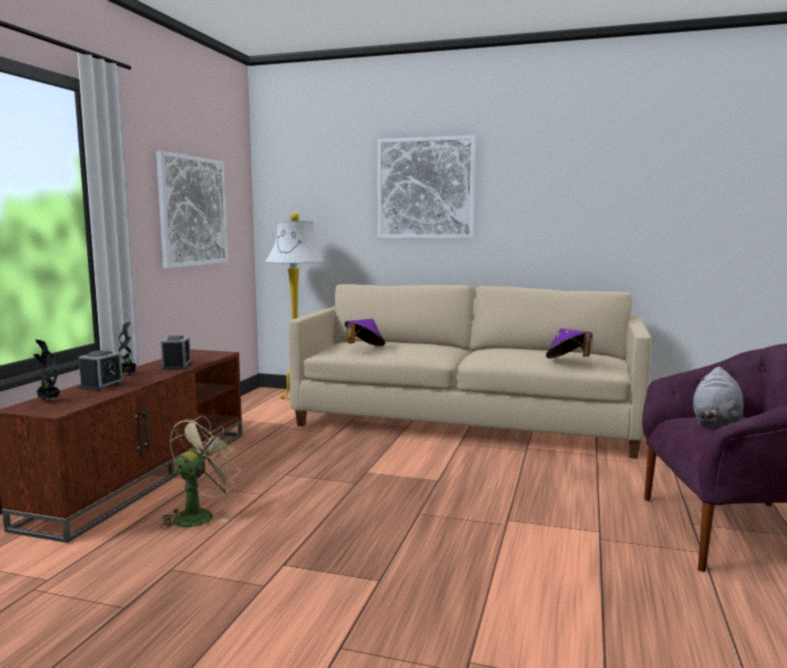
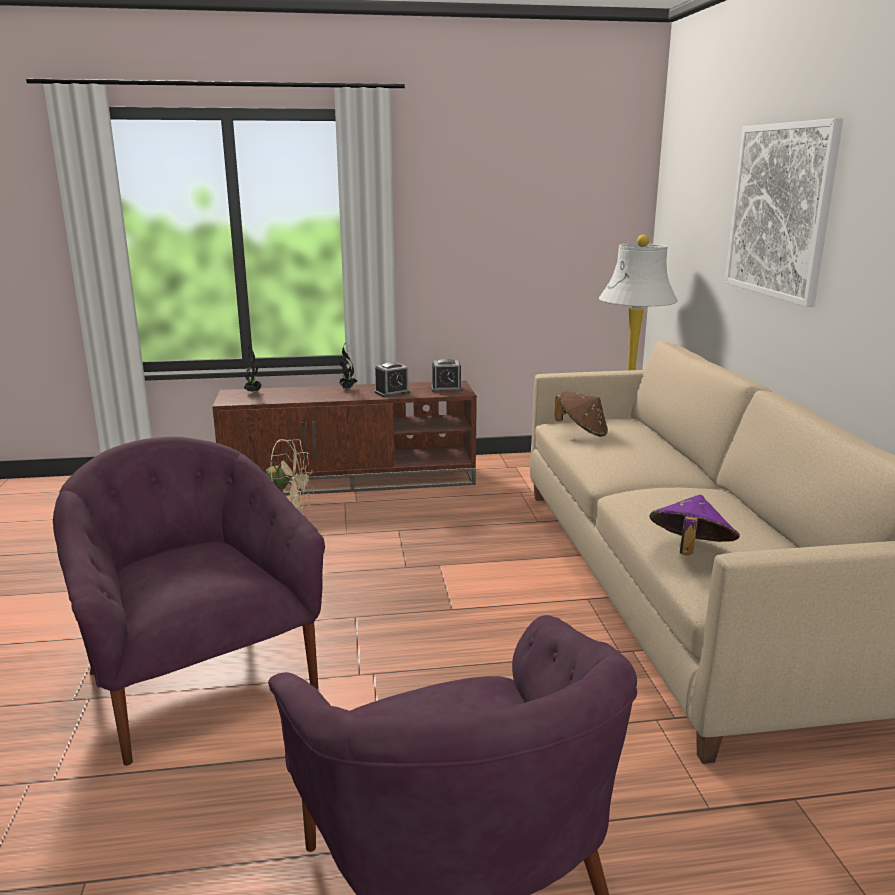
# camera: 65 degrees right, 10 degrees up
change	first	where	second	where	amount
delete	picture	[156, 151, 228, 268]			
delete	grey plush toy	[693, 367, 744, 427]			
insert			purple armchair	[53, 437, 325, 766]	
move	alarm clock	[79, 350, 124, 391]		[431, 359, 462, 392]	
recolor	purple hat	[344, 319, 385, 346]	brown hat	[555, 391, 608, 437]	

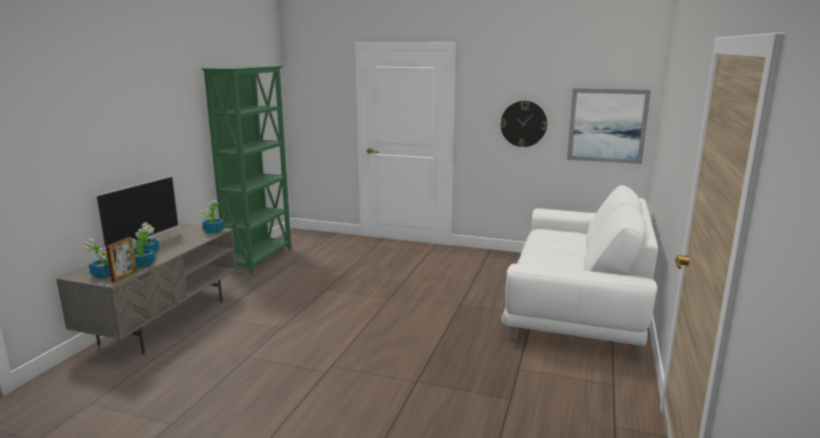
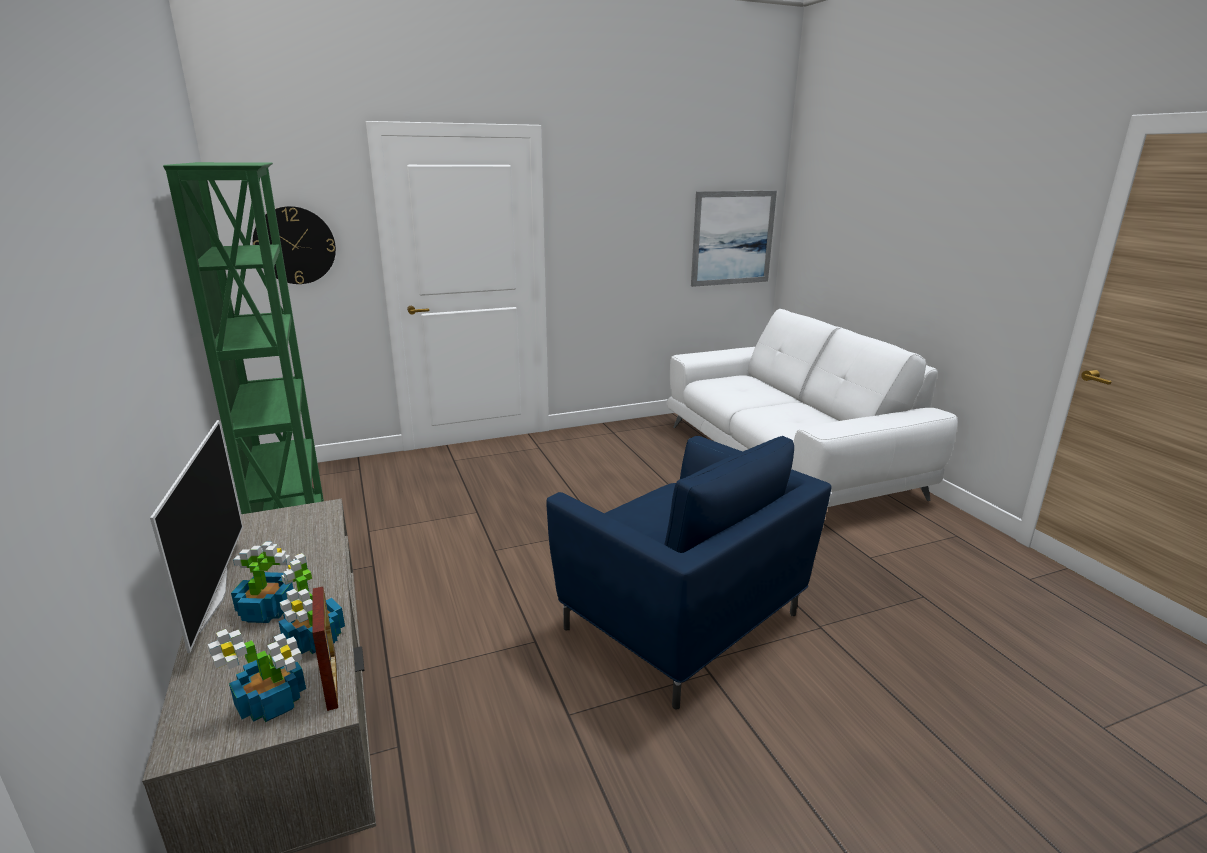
# camera: 40 degrees left, 5 degrees up
change	first	where	second	where	amount
delete	potted plant	[200, 200, 224, 234]			
insert			blue armchair	[546, 436, 831, 710]	
move	wall clock	[501, 101, 547, 147]		[253, 206, 336, 284]	

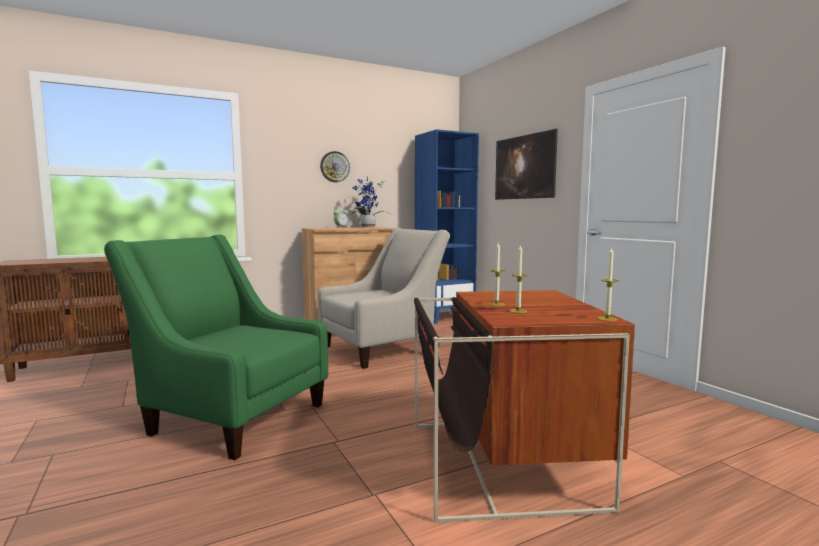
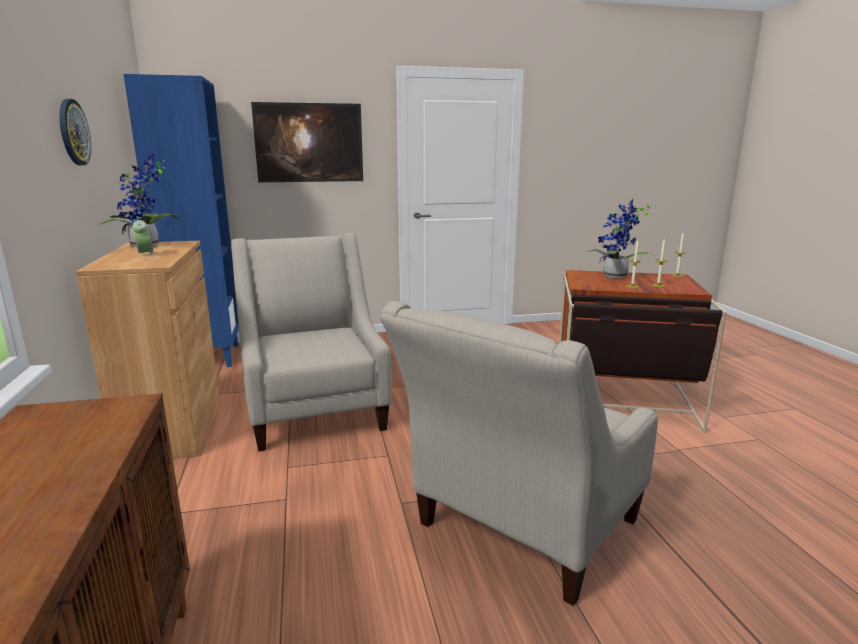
# camera: 75 degrees left, 10 degrees up
change	first	where	second	where	amount
insert			potted plant	[586, 199, 657, 278]	
recolor	green armchair	[104, 234, 328, 460]	beige armchair	[380, 301, 658, 606]	

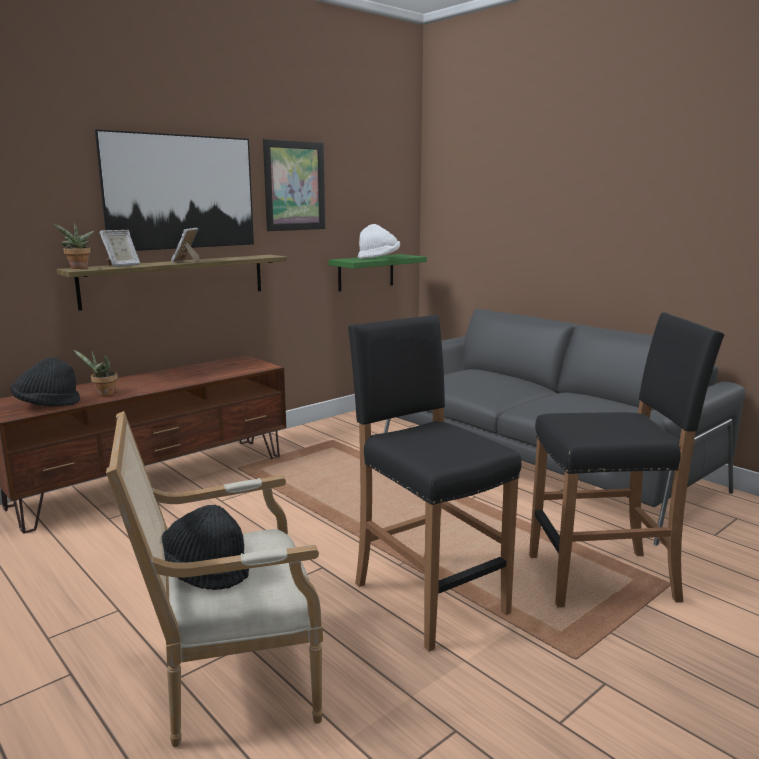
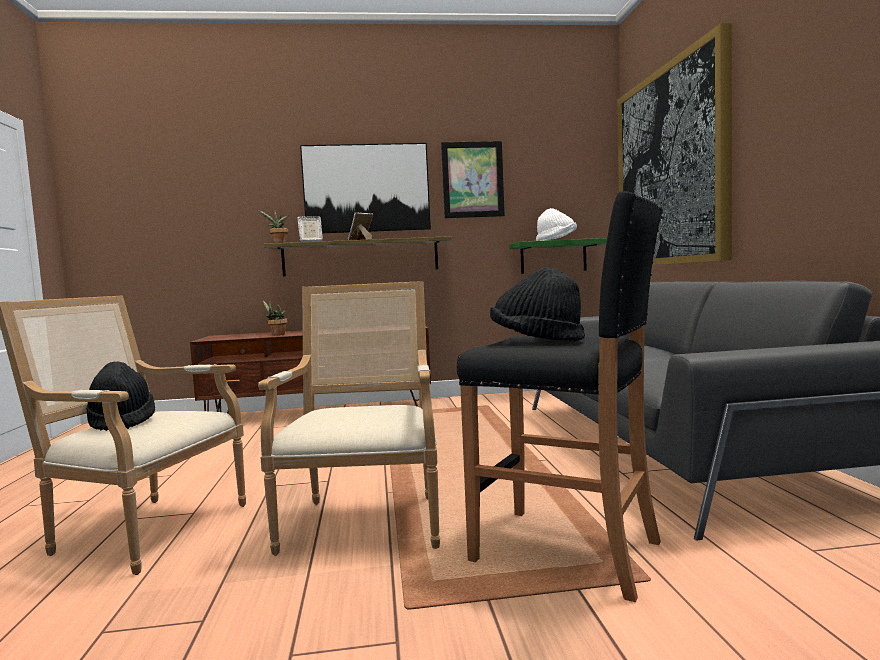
# camera: 35 degrees right, 10 degrees down
change	first	where	second	where	amount
insert			picture	[617, 23, 732, 265]	
move	black hat	[10, 357, 80, 406]		[490, 267, 585, 342]	
replace	black stool	[348, 315, 522, 651]	armchair	[258, 281, 440, 556]	

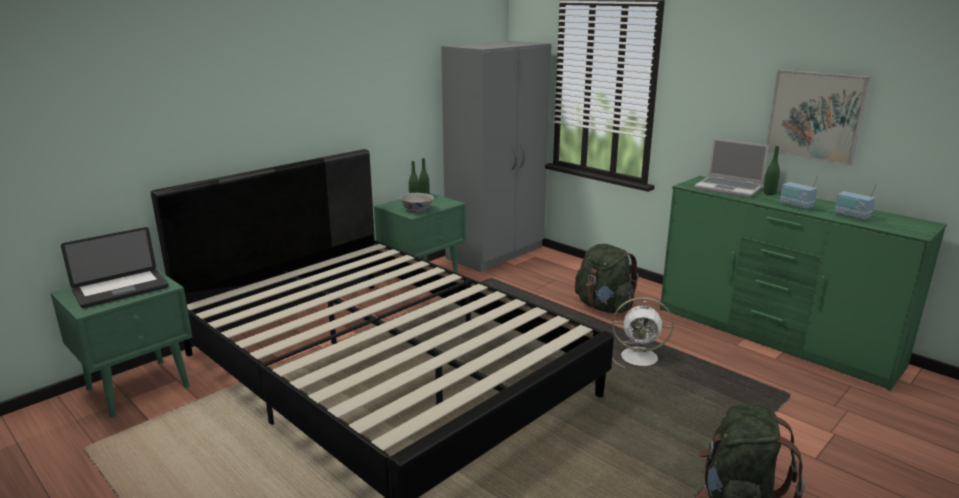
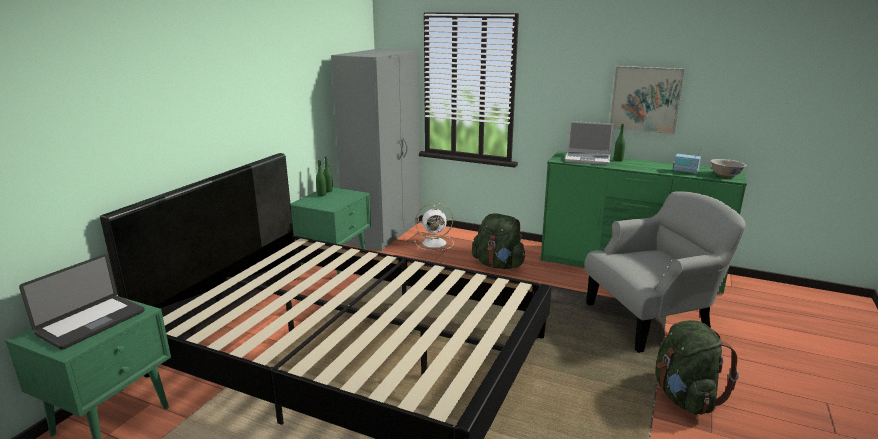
# camera: 20 degrees left, 0 degrees up
change	first	where	second	where	amount
delete	radio	[780, 175, 818, 210]			
insert			grey armchair	[584, 191, 745, 353]	
move	white bowl	[400, 193, 434, 213]		[710, 159, 747, 177]	
move	white fan	[612, 297, 673, 368]		[414, 203, 453, 251]	

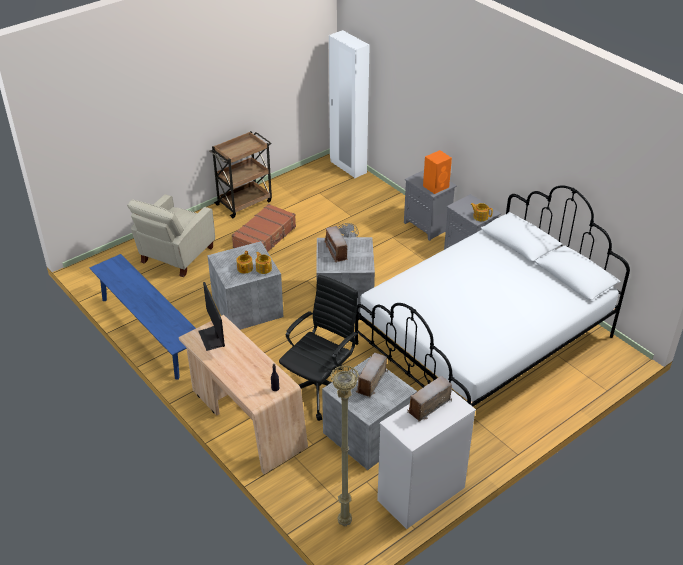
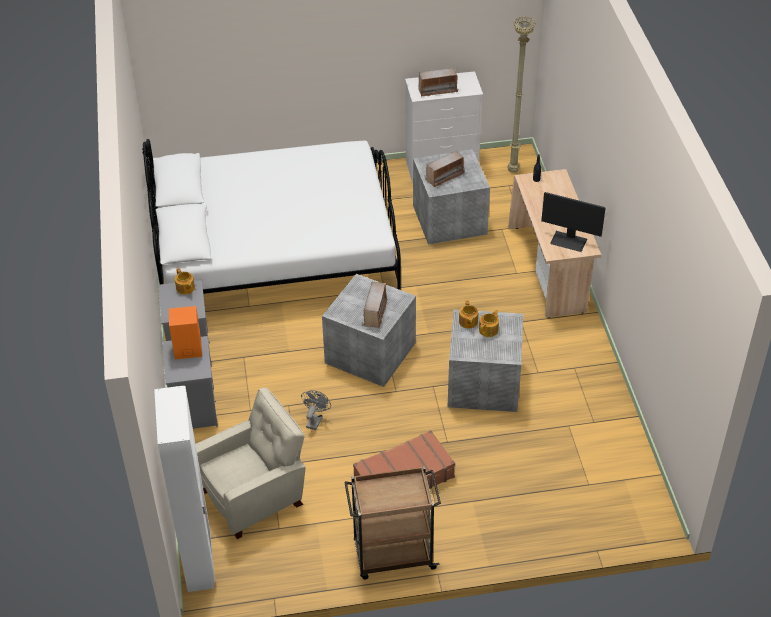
# camera: 150 degrees left, 5 degrees up
change	first	where	second	where	amount
delete	blue bench	[90, 254, 196, 380]			
delete	black office chair	[279, 275, 358, 421]			
move	beige armchair	[127, 194, 215, 277]		[196, 387, 306, 539]	
rotate	monitor	[198, 282, 225, 351]		[541, 192, 606, 252]	105 degrees clockwise

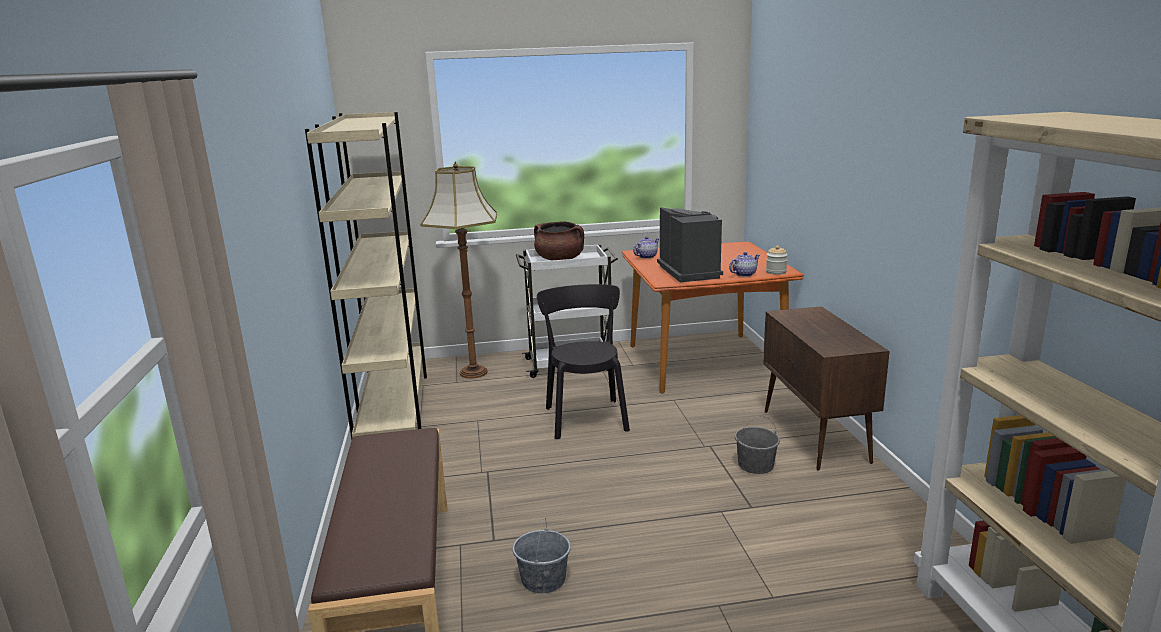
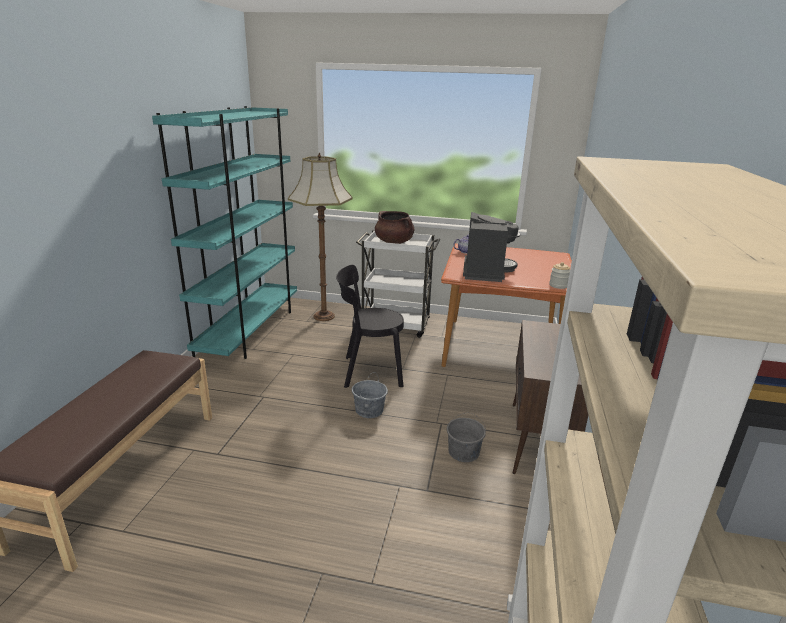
# camera: 20 degrees right, 5 degrees up
change	first	where	second	where	amount
delete	teapot	[729, 252, 760, 277]			
move	grey bucket	[512, 517, 571, 593]		[352, 372, 388, 418]	
recolor	beige bookcase	[305, 112, 427, 440]	turquoise bookcase	[152, 106, 297, 359]	
rotate	black chair	[537, 284, 630, 439]		[336, 265, 404, 388]	105 degrees counterclockwise

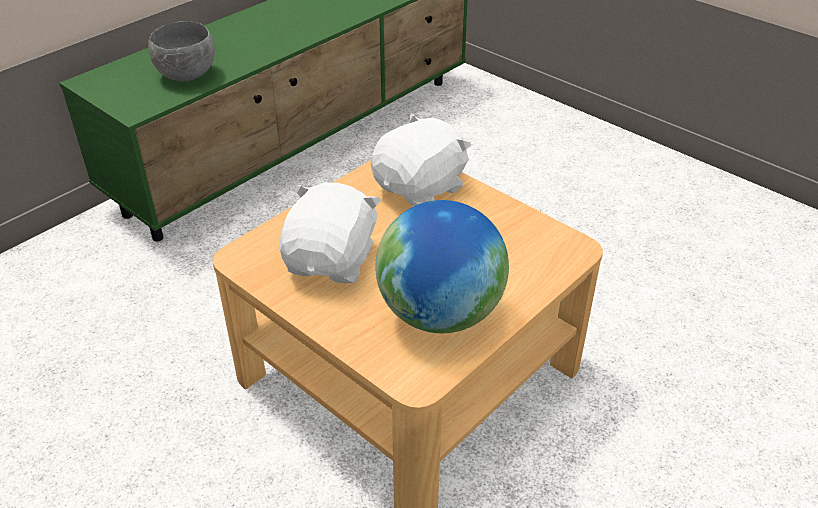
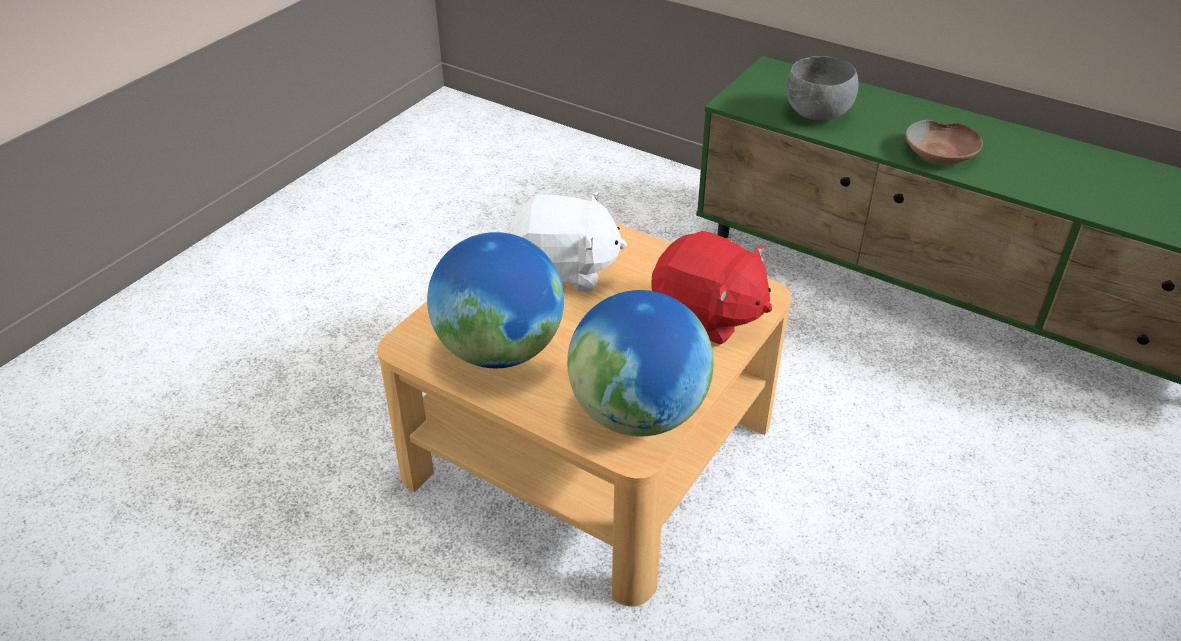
# camera: 80 degrees right, 0 degrees up
change	first	where	second	where	amount
insert			globe	[567, 290, 714, 436]	
insert			brown bowl	[906, 120, 983, 164]	
recolor	white plush toy	[371, 113, 471, 206]	red plush toy	[652, 231, 772, 345]	

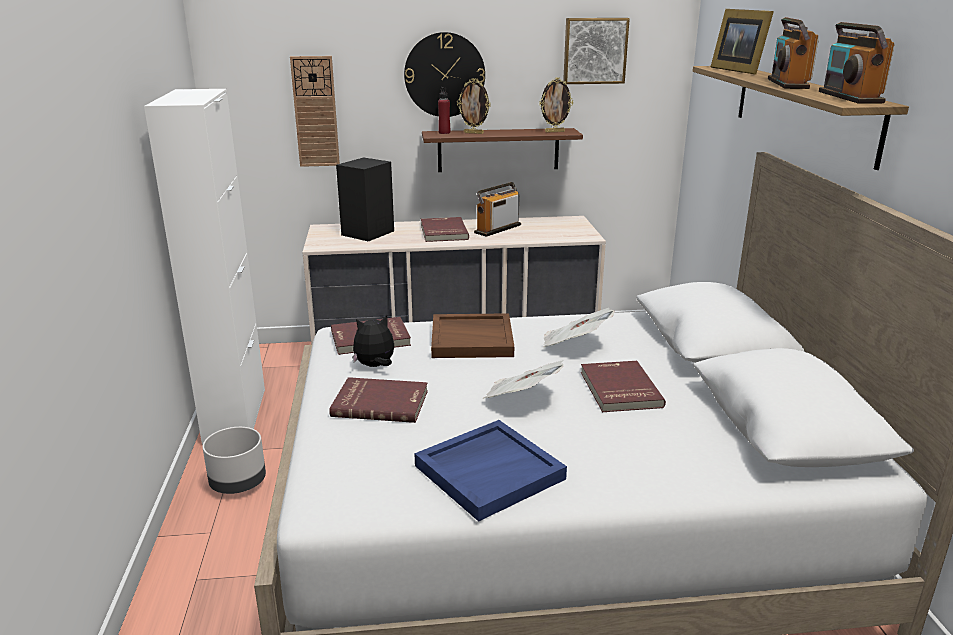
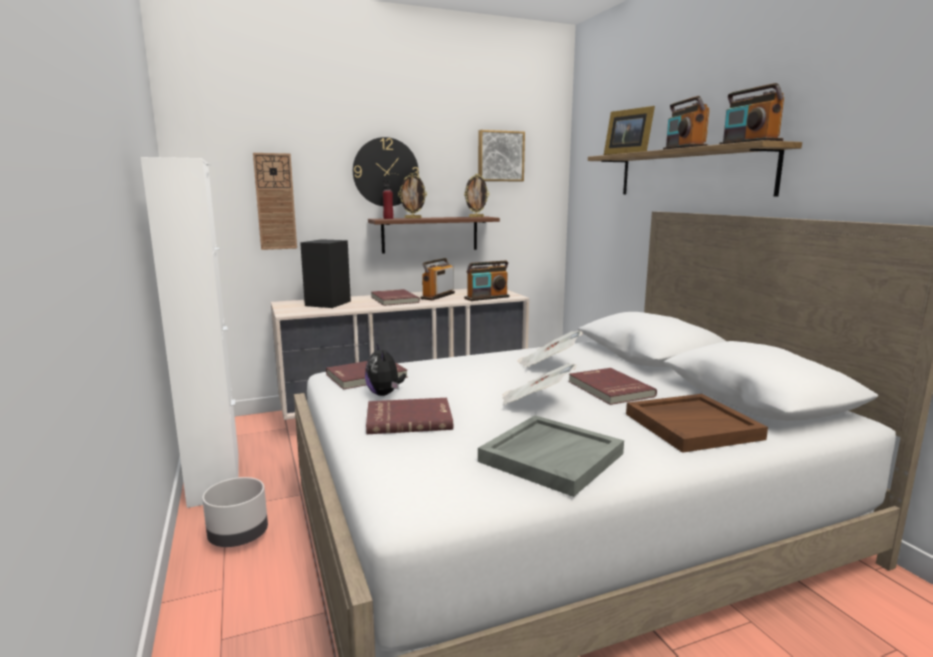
# camera: 15 degrees left, 10 degrees down
change	first	where	second	where	amount
insert			radio	[464, 260, 510, 301]	
move	brown tray	[431, 313, 514, 358]		[626, 394, 768, 453]	
recolor	blue tray	[414, 420, 567, 522]	grey tray	[478, 415, 624, 497]	
rotate	plush toy	[352, 315, 394, 367]		[365, 343, 406, 396]	75 degrees counterclockwise

